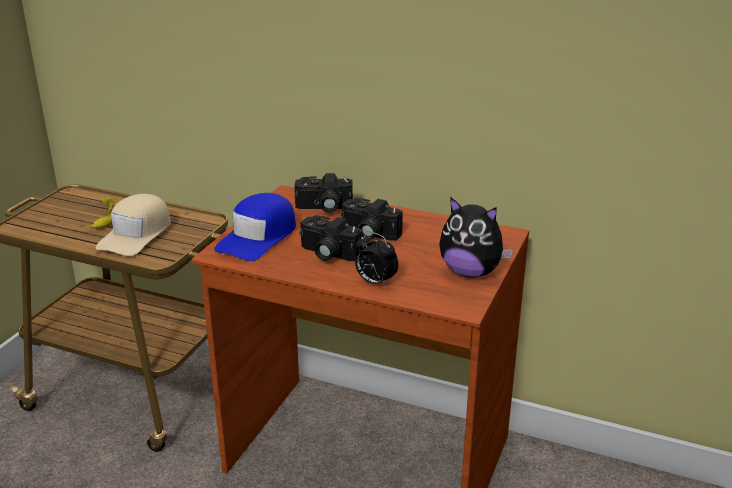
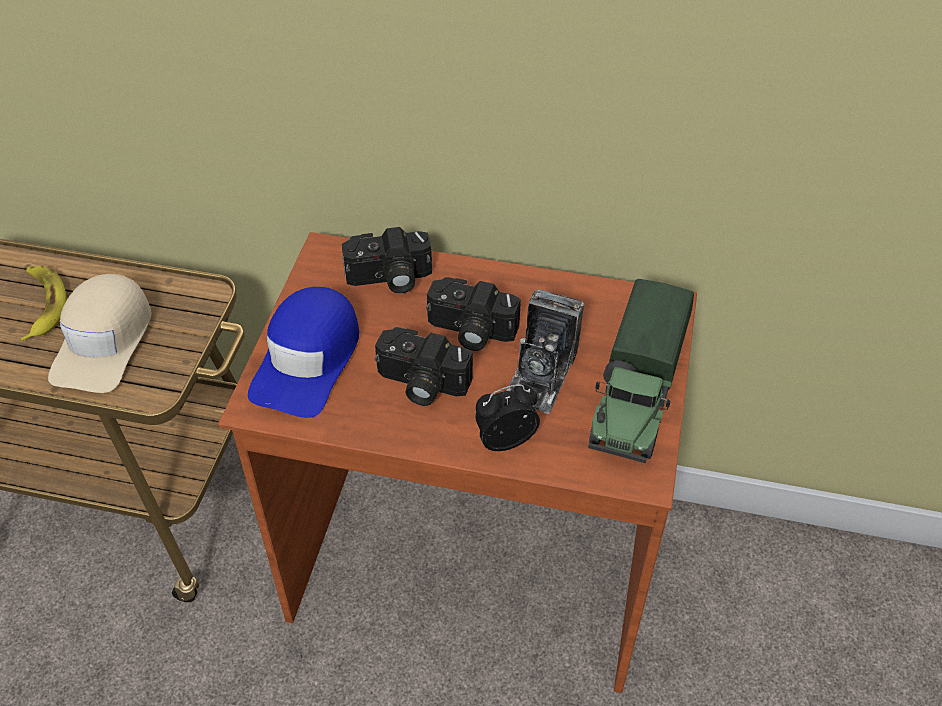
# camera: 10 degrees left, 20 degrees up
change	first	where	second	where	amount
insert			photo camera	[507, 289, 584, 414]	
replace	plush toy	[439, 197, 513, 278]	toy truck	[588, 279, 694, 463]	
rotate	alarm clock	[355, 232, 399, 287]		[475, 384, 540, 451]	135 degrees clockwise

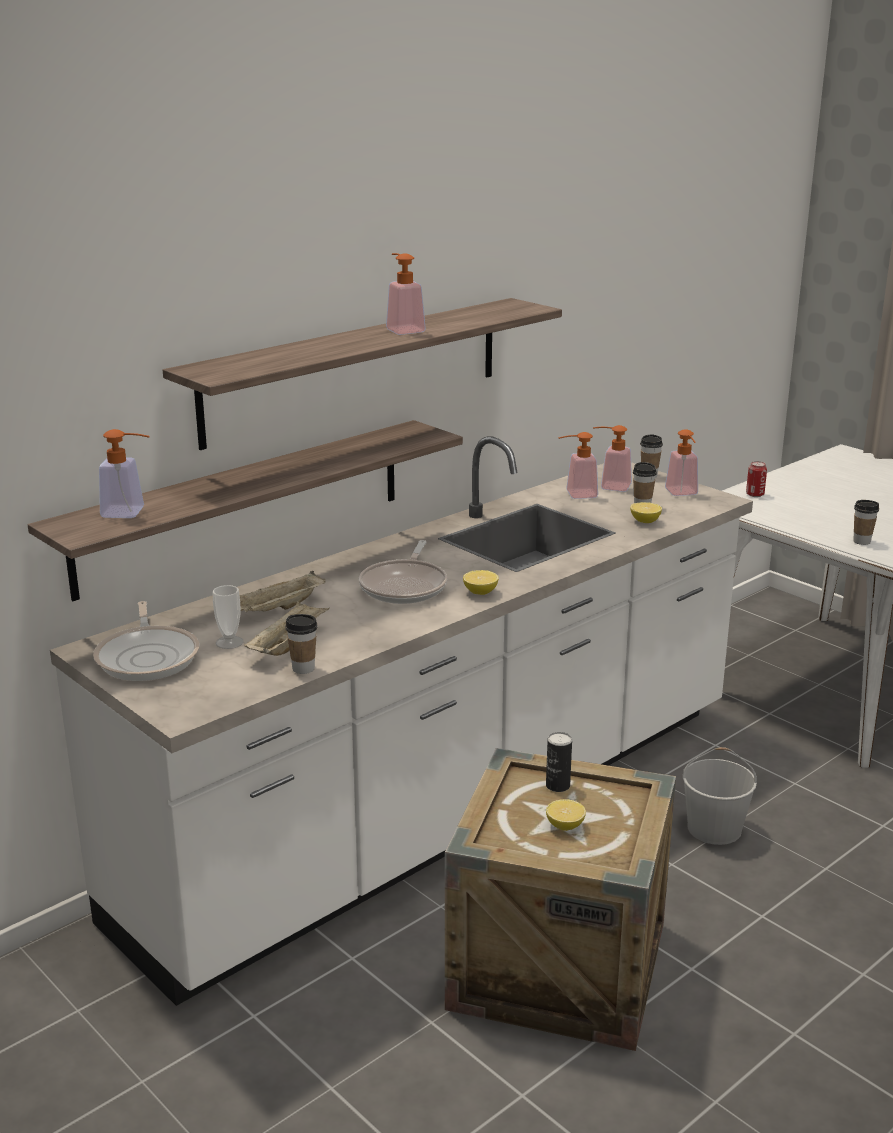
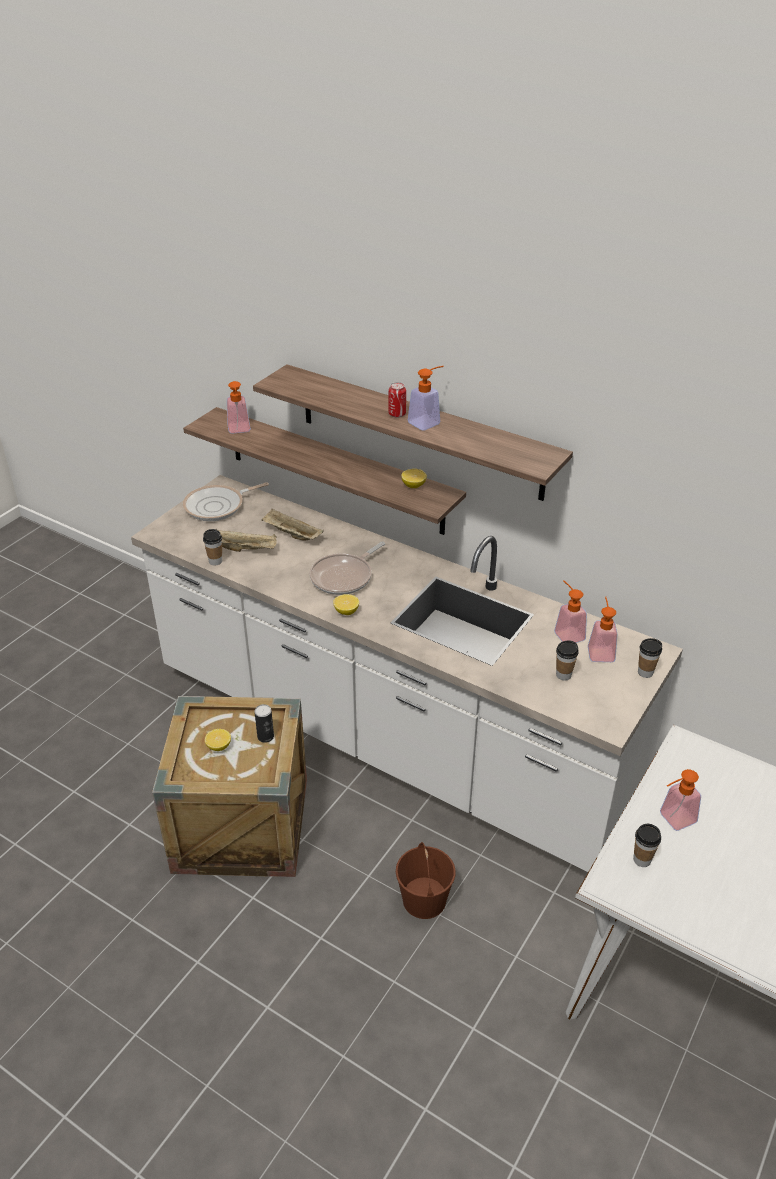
# camera: 75 degrees right, 15 degrees up
change	first	where	second	where	amount
delete	cup	[212, 585, 243, 649]			
move	lemon	[630, 502, 662, 523]		[401, 469, 427, 488]	
move	soap dispenser	[665, 429, 698, 496]		[660, 769, 701, 831]	
move	can	[746, 461, 767, 497]		[389, 382, 406, 417]	
recolor	white bucket	[683, 747, 757, 845]	brown bucket	[396, 842, 456, 919]	
rotate	frying pan	[359, 540, 447, 604]		[309, 542, 385, 595]	45 degrees counterclockwise

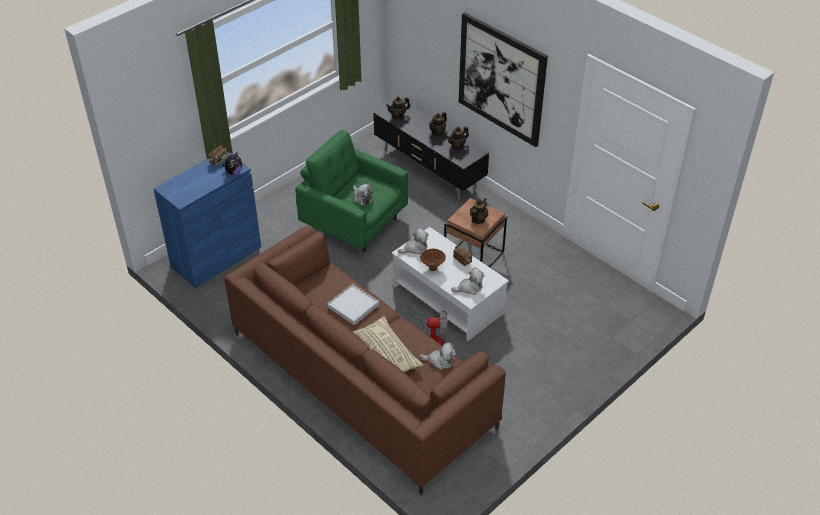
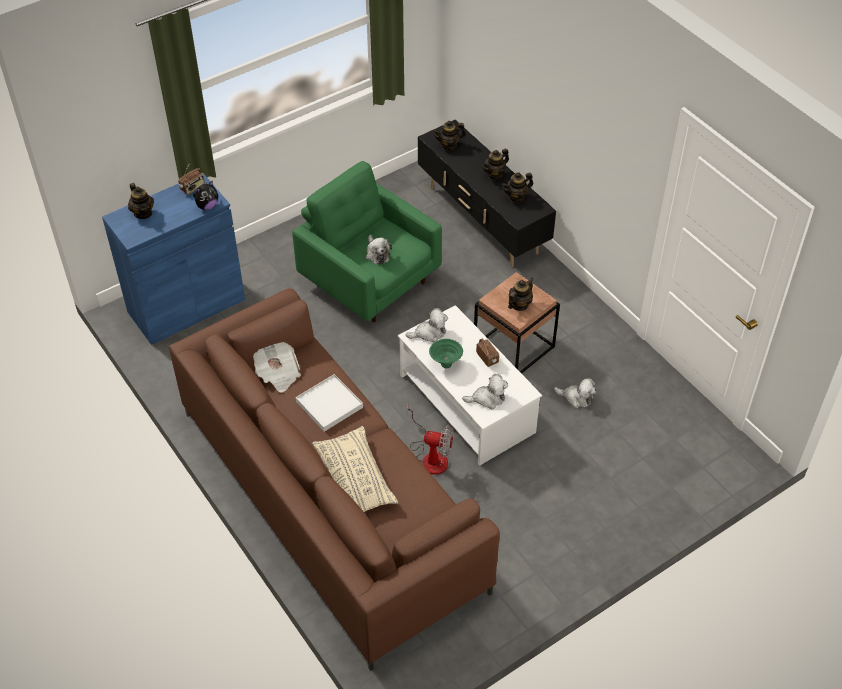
# camera: 10 degrees right, 5 degrees up
change	first	where	second	where	amount
delete	picture	[459, 12, 548, 147]			
insert			teapot	[128, 183, 154, 219]	
insert			newspaper	[253, 342, 301, 392]	
move	plush toy	[420, 342, 456, 370]		[554, 378, 596, 409]	
recolor	brown bowl	[420, 249, 446, 271]	green bowl	[429, 339, 463, 368]	

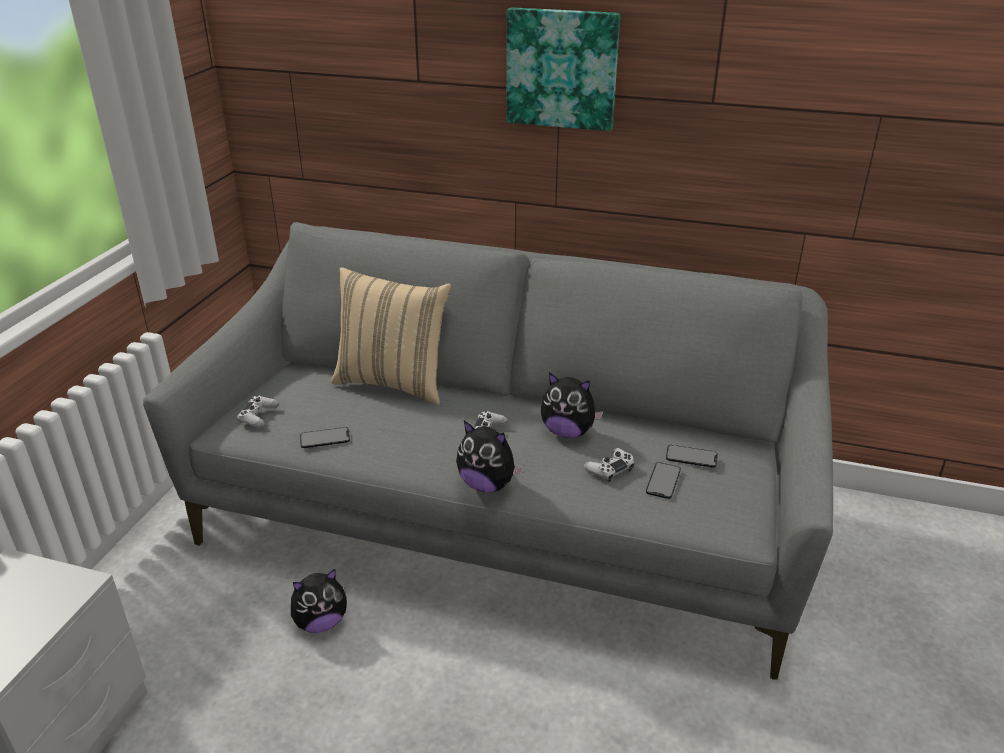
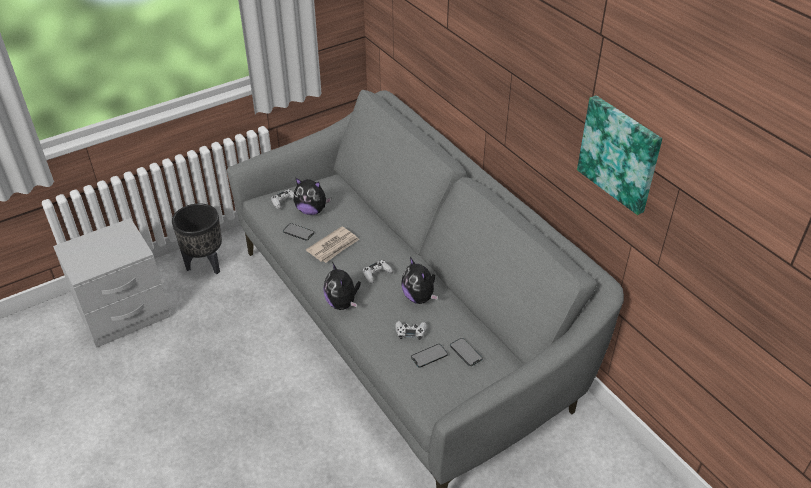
# camera: 40 degrees right, 10 degrees up
change	first	where	second	where	amount
delete	beige pillow	[331, 267, 451, 405]			
insert			black planter	[172, 203, 222, 274]	
insert			newspaper	[306, 226, 359, 263]	
move	plush toy	[291, 569, 347, 633]		[293, 178, 331, 215]	
move	picture	[507, 7, 620, 131]		[577, 95, 662, 215]	

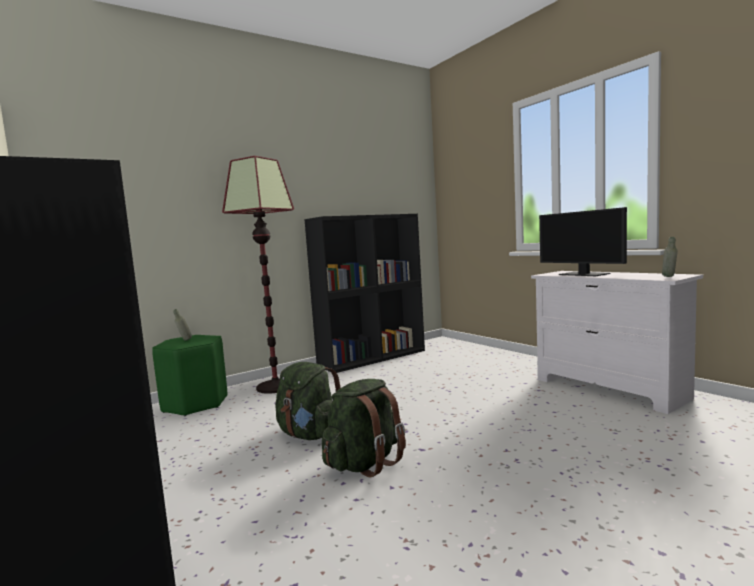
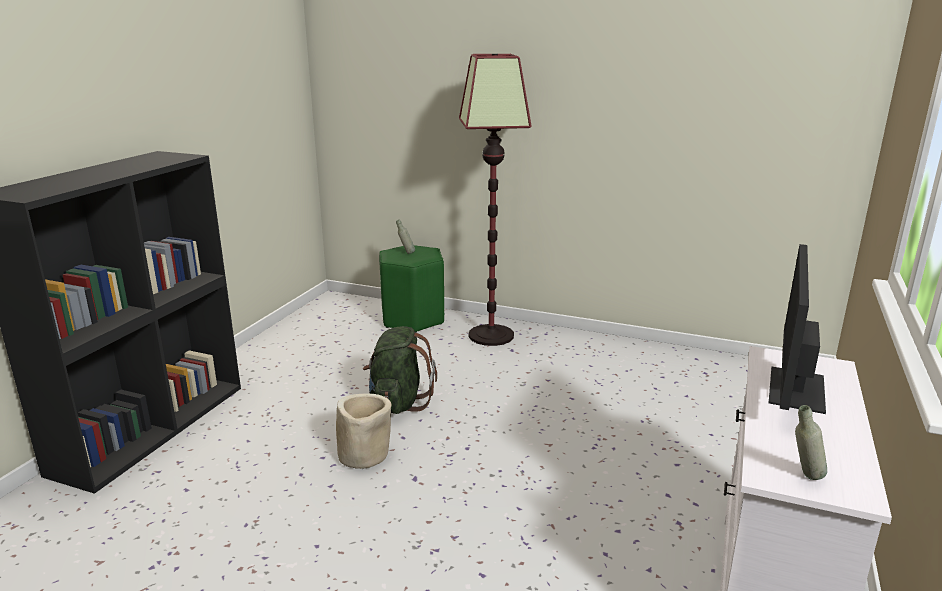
# camera: 55 degrees right, 15 degrees up
change	first	where	second	where	amount
delete	black bookcase	[304, 214, 425, 373]			
replace	green backpack	[322, 379, 406, 478]	beige planter	[336, 394, 391, 469]	

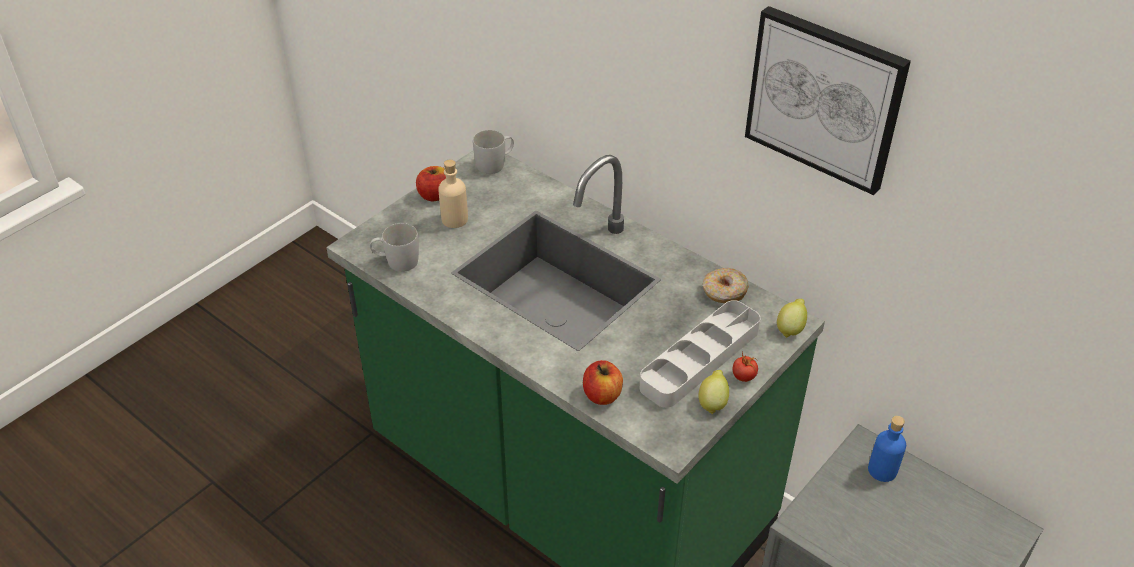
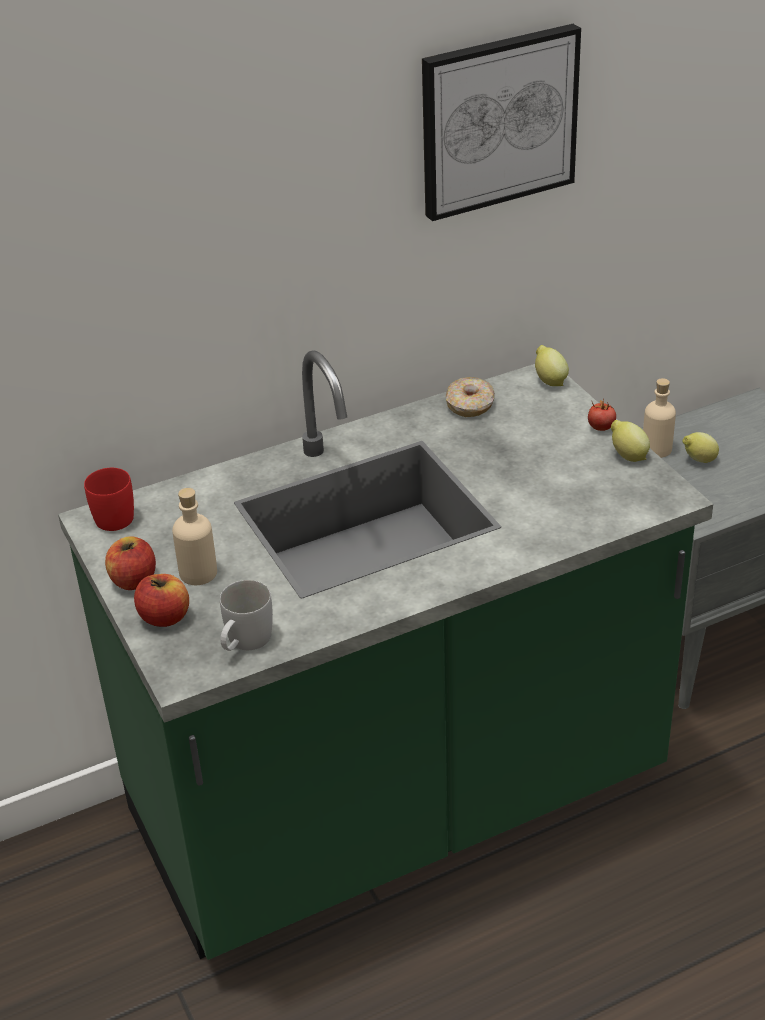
# camera: 65 degrees left, 5 degrees down
change	first	where	second	where	amount
delete	grey tray	[640, 300, 760, 408]			
insert			lemon	[683, 432, 719, 463]	
move	apple	[583, 360, 623, 405]		[134, 574, 189, 627]	
recolor	white mug	[473, 130, 514, 174]	red mug	[84, 468, 134, 531]	
recolor	blue bottle	[868, 416, 906, 482]	beige bottle	[643, 378, 676, 458]	

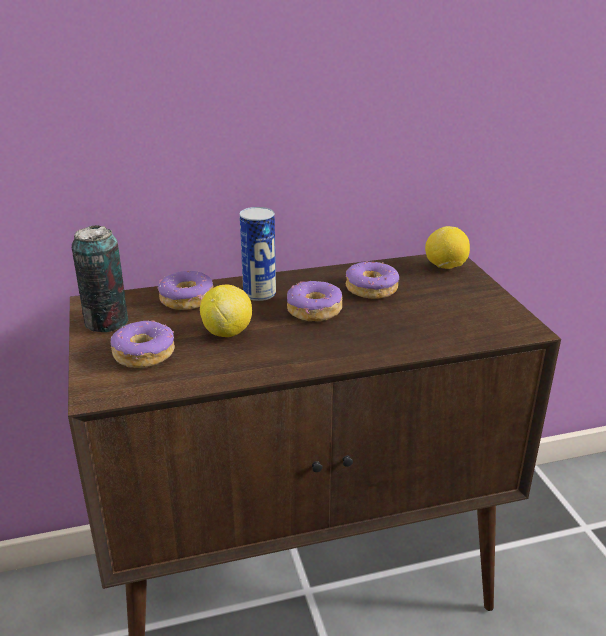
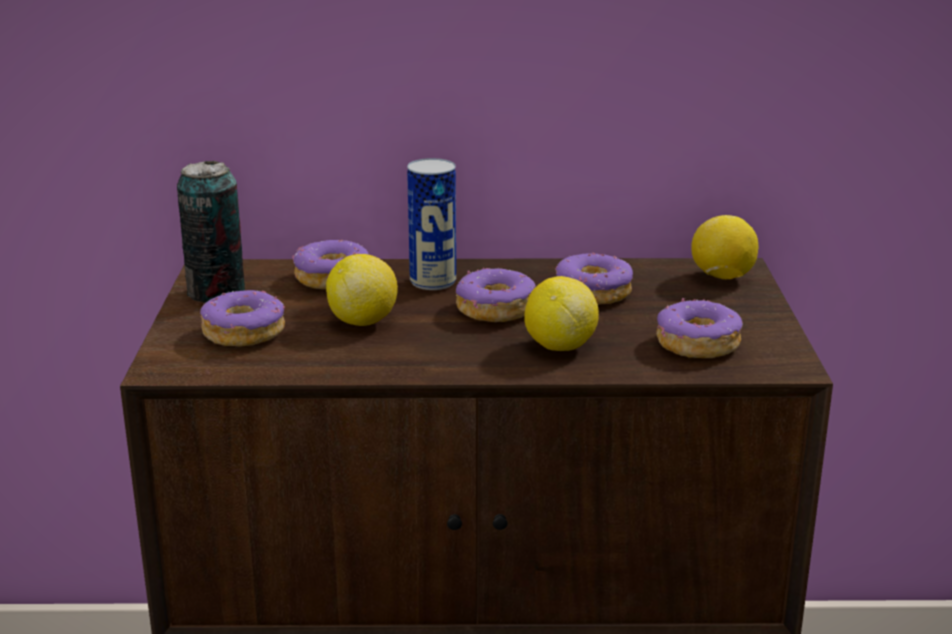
# camera: 15 degrees right, 5 degrees down
change	first	where	second	where	amount
insert			lemon	[524, 276, 599, 351]	
insert			donut	[656, 298, 743, 358]	

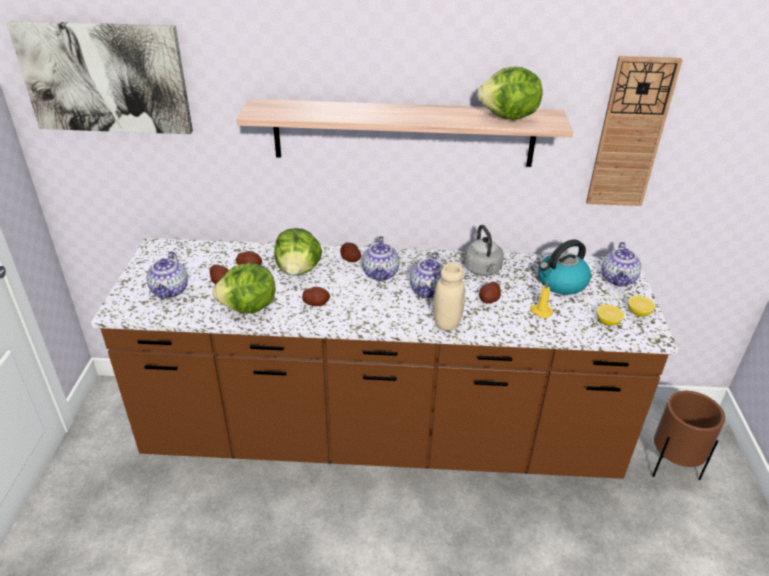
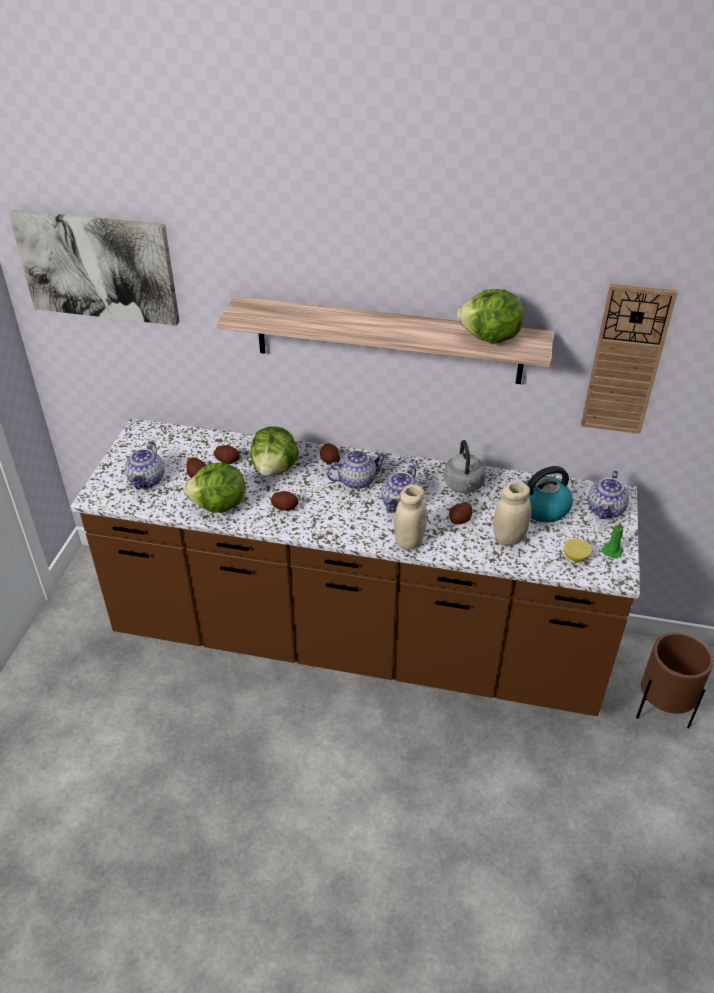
# camera: 10 degrees right, 5 degrees up
change	first	where	second	where	amount
replace	yellow candle	[530, 281, 553, 318]	beige jar	[493, 482, 531, 545]	
replace	lemon	[628, 296, 655, 317]	green candle	[601, 522, 623, 559]	
rotate	teapot	[362, 236, 399, 281]		[326, 450, 387, 489]	120 degrees counterclockwise

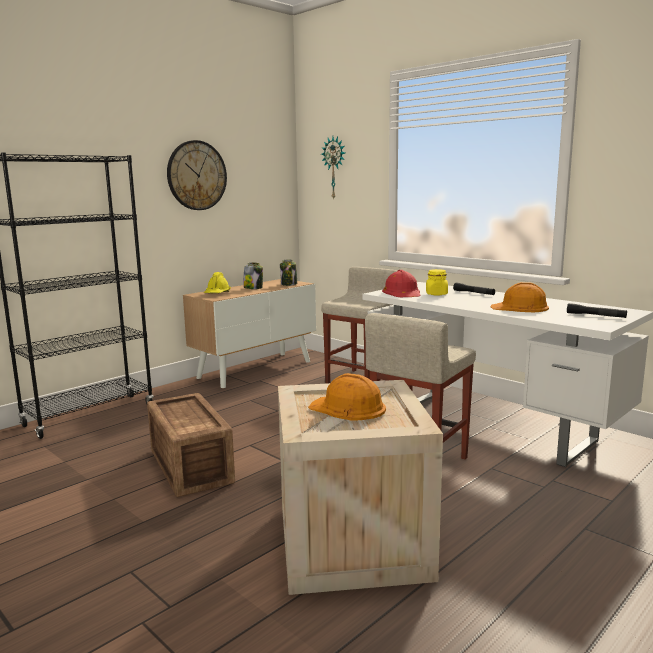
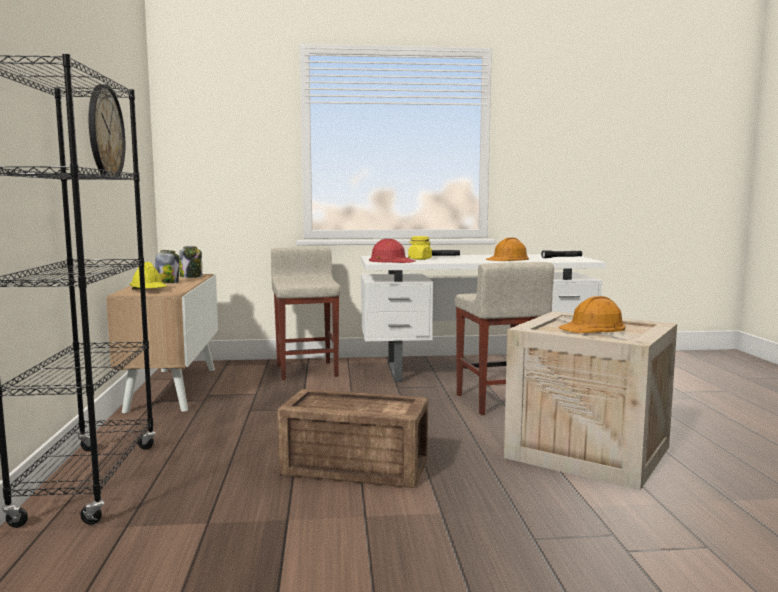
# camera: 50 degrees left, 5 degrees down
change	first	where	second	where	amount
delete	wall clock	[321, 137, 345, 200]			

